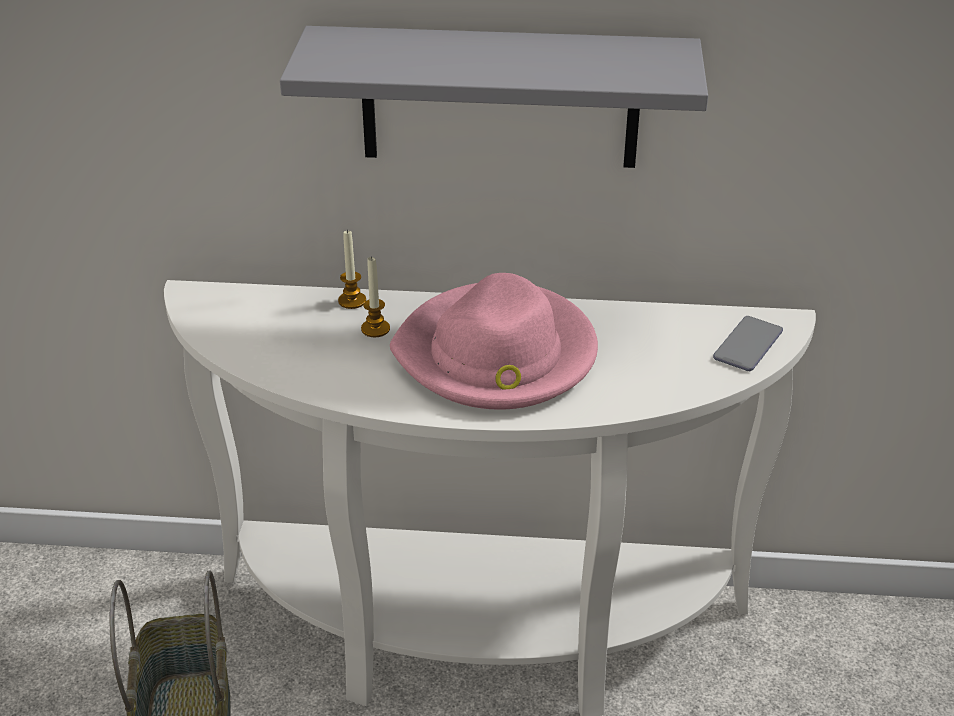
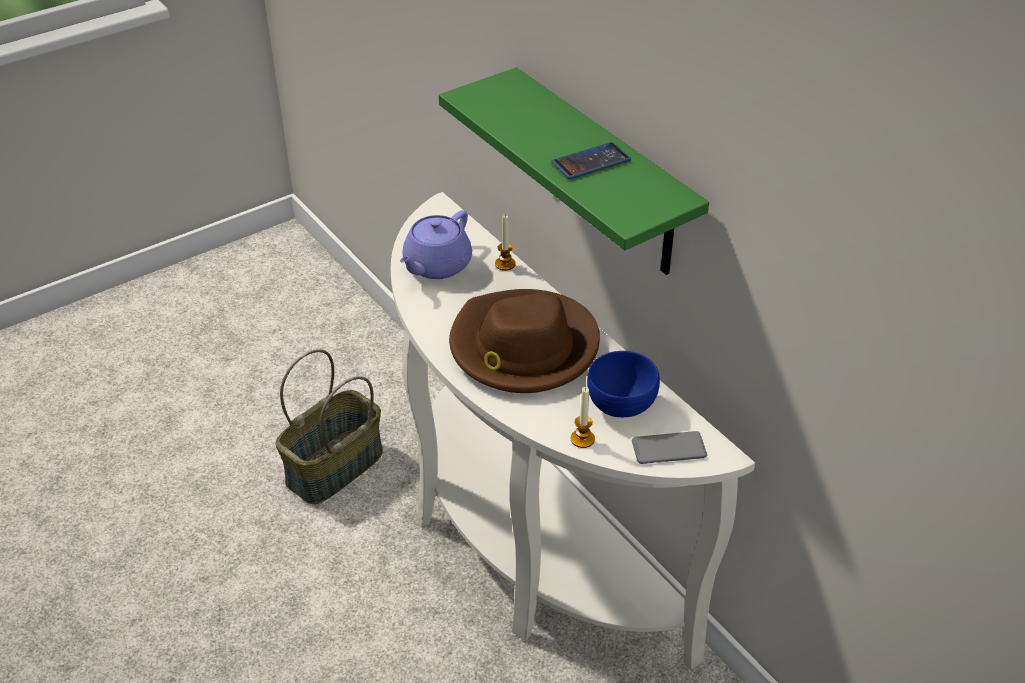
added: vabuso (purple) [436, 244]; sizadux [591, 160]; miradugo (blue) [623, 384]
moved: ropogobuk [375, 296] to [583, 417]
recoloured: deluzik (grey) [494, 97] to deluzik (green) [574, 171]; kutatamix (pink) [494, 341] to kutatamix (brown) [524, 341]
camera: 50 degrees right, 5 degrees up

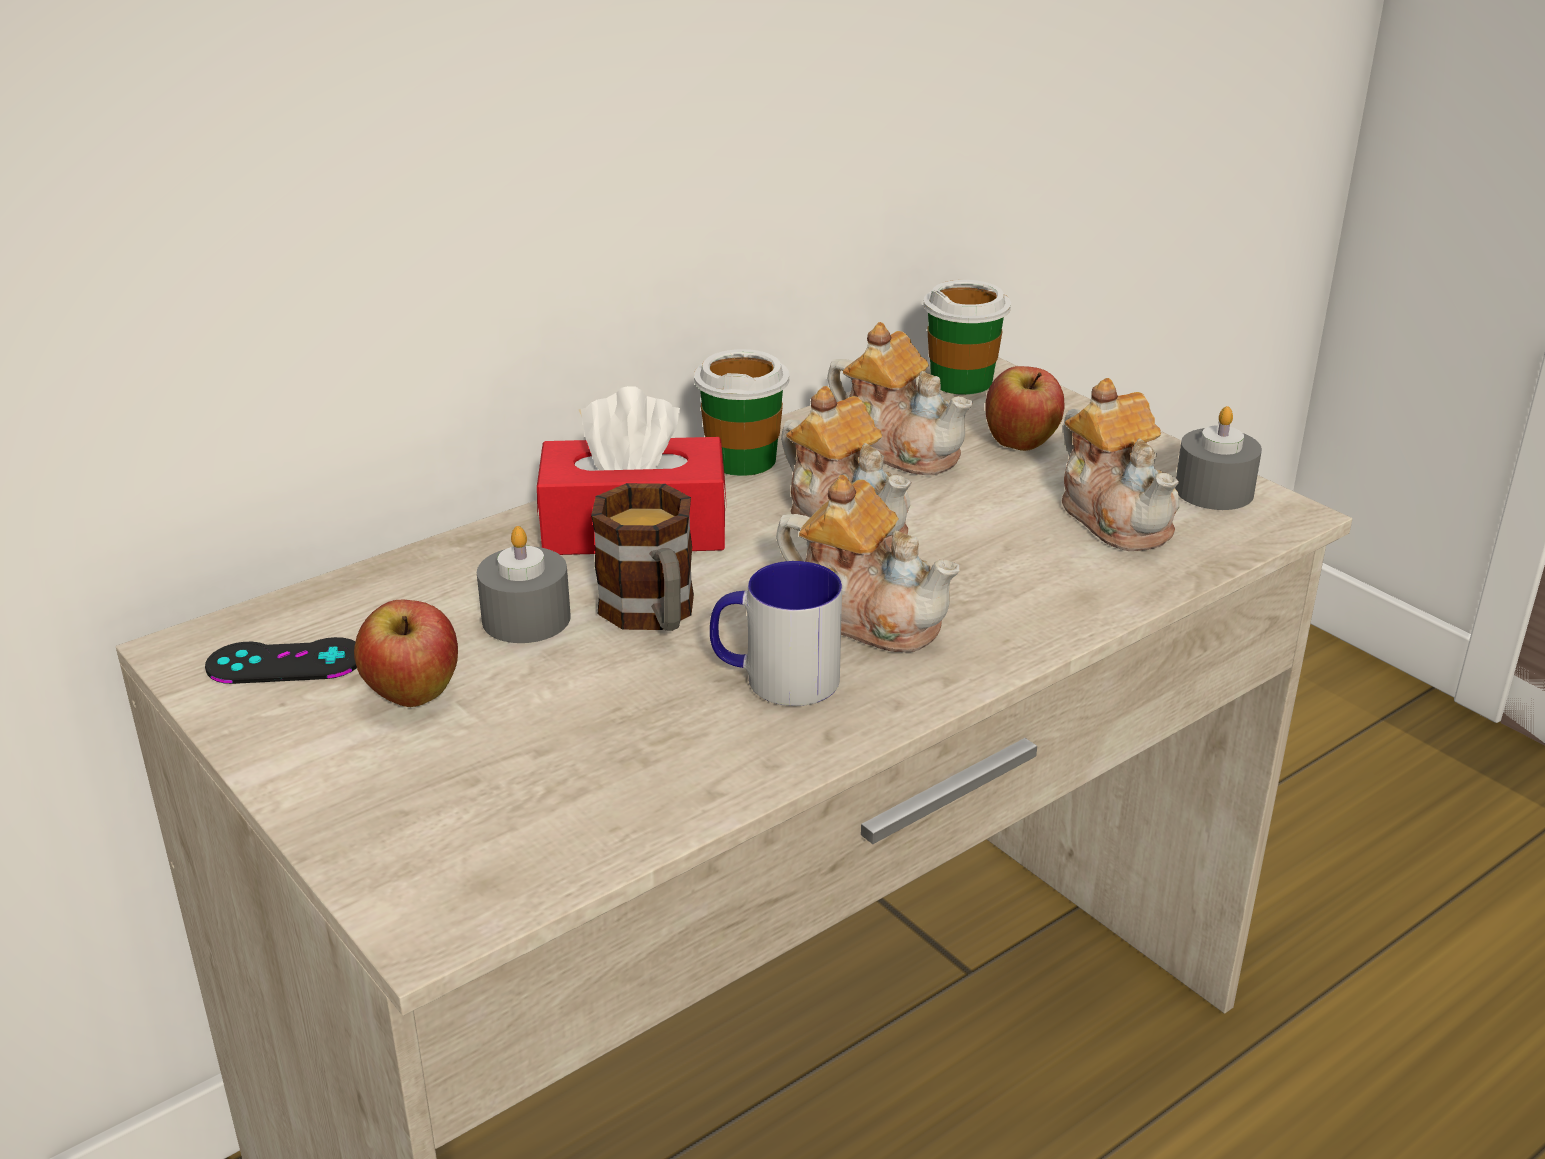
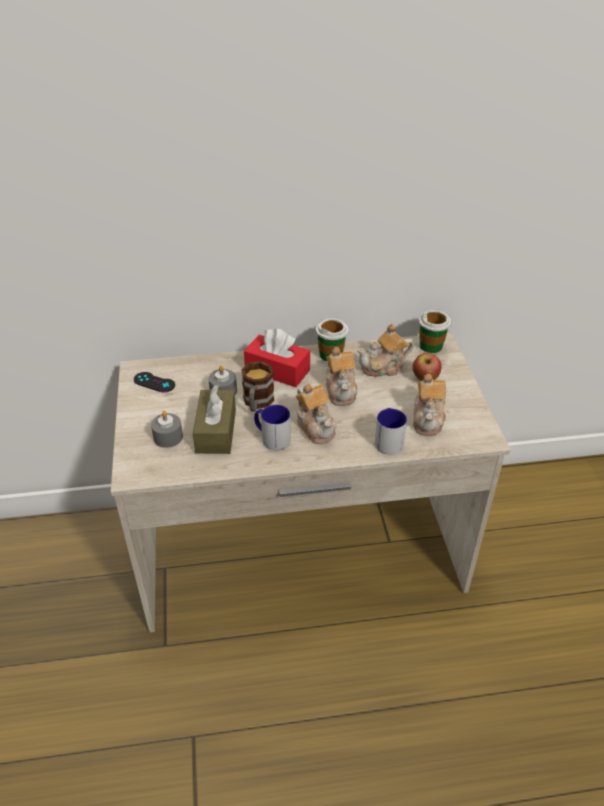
removed: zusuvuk [406, 653]
added: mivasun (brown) [214, 419]; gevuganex [391, 431]
moved: ropogobuk (grey) [1218, 458] to [167, 429]
turned: vabuso [900, 398] = [385, 350] 90 degrees clockwise
camera: 30 degrees right, 10 degrees up

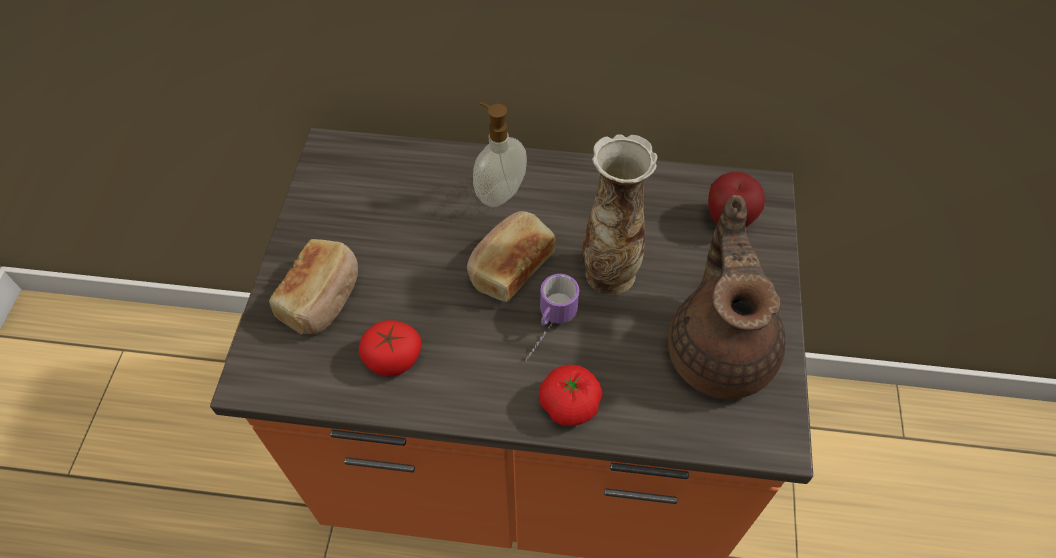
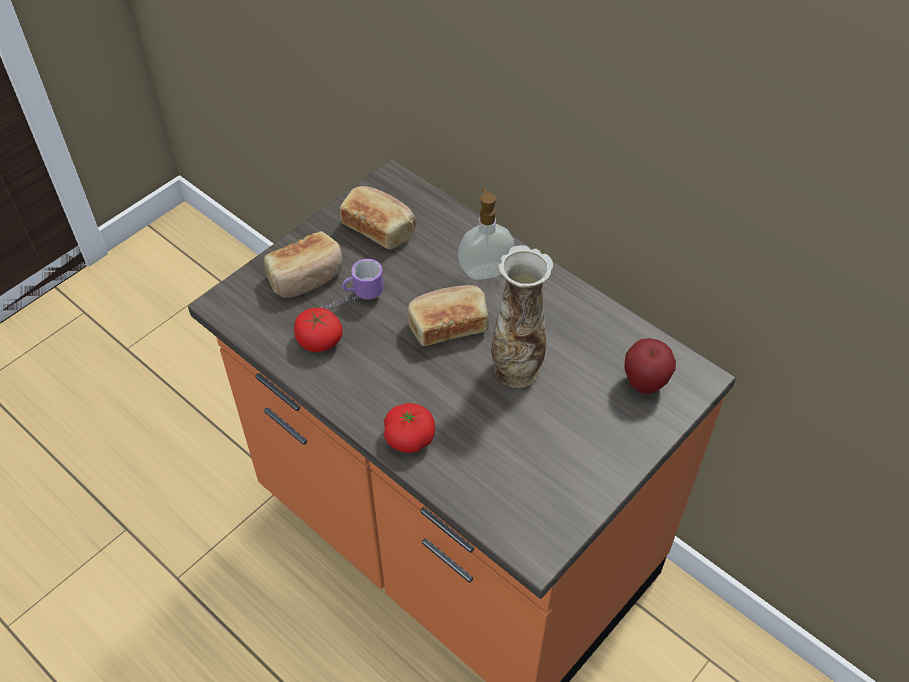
removed: vabuso (brown) [726, 297]
added: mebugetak [378, 218]
moved: gevuganex [552, 318] to [352, 283]
camera: 35 degrees right, 5 degrees down

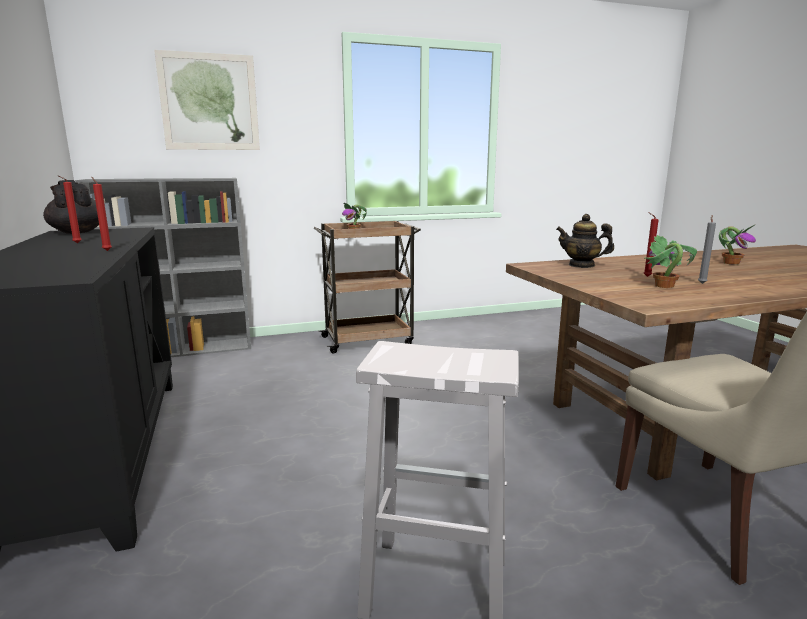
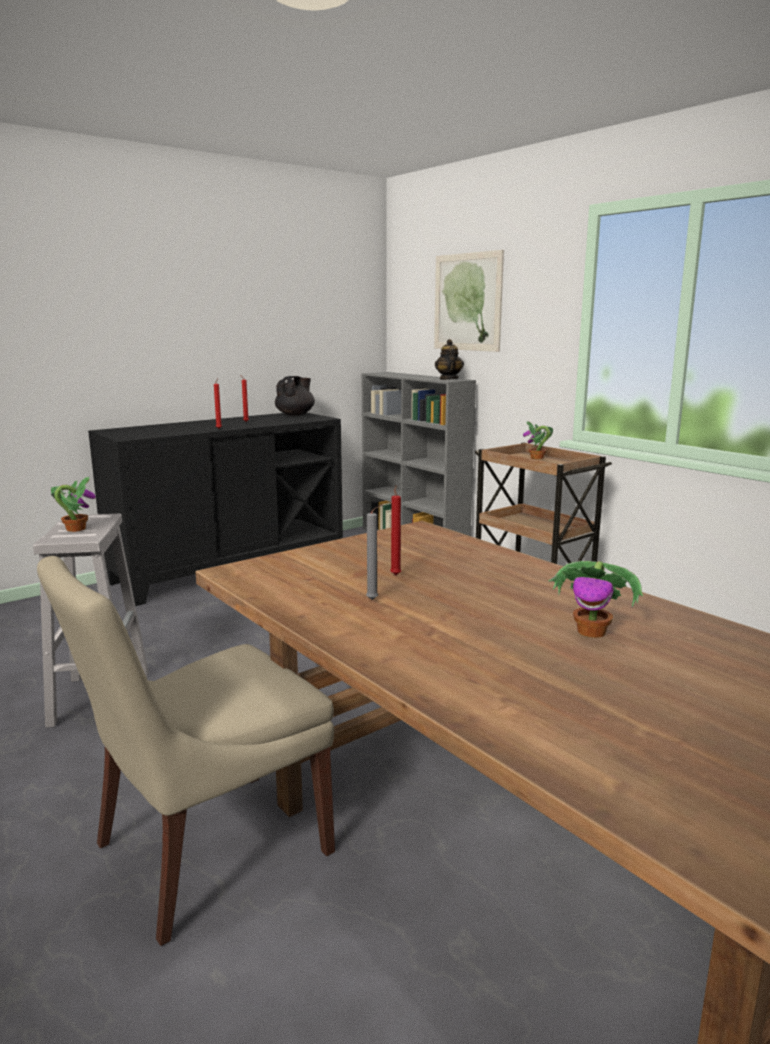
moved: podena [671, 261] to [73, 504]; vabuso [585, 241] to [449, 359]
camera: 70 degrees right, 0 degrees up

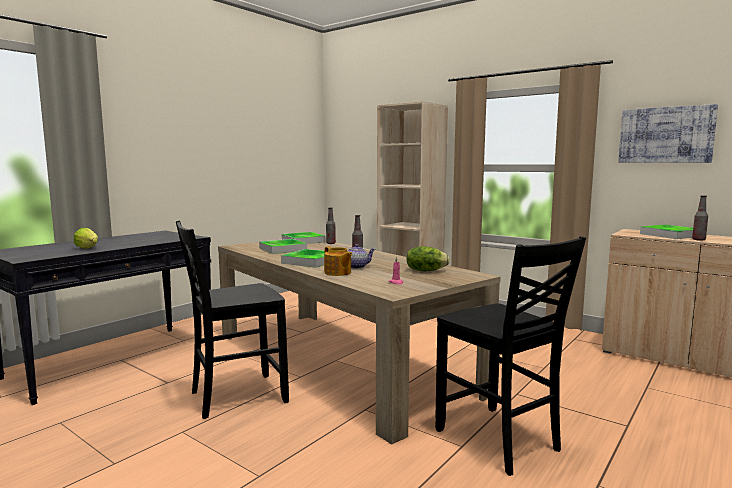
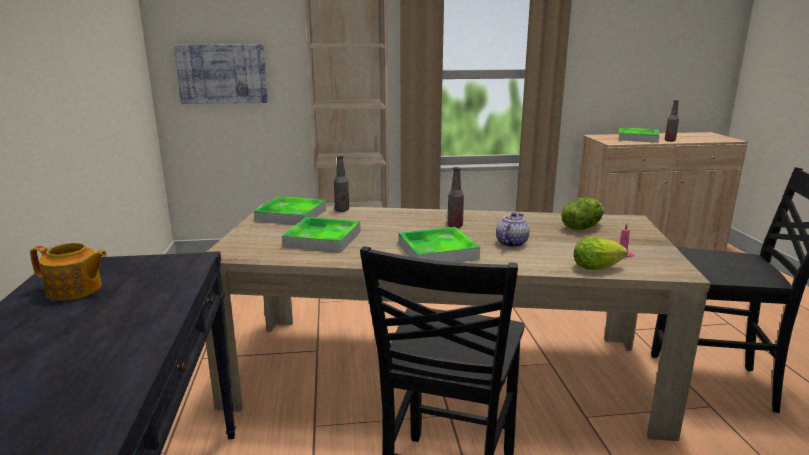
moved: vabuso [338, 261] to [68, 272]; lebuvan [668, 133] to [220, 74]; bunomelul [86, 238] to [600, 253]
camera: 45 degrees left, 10 degrees up

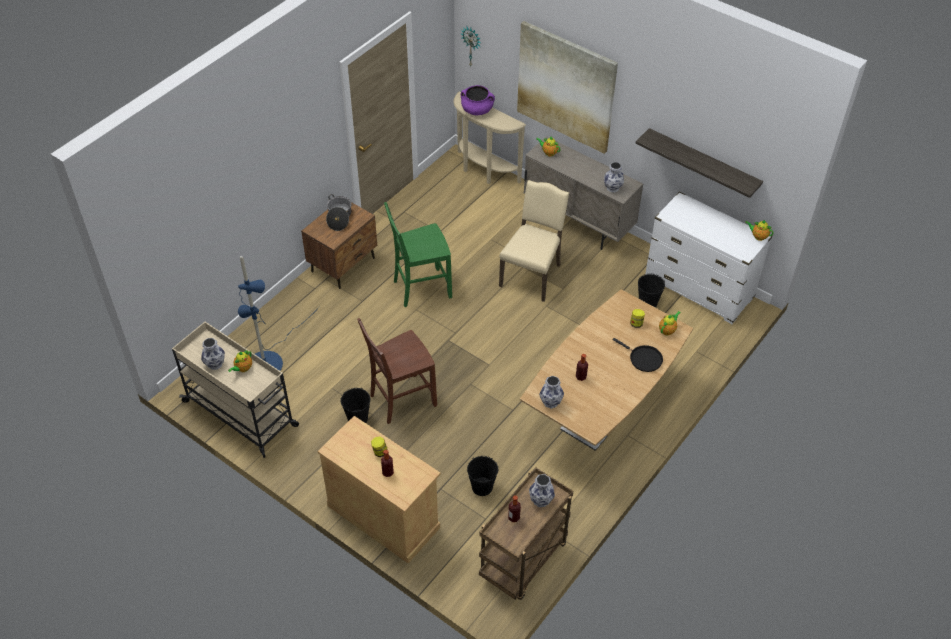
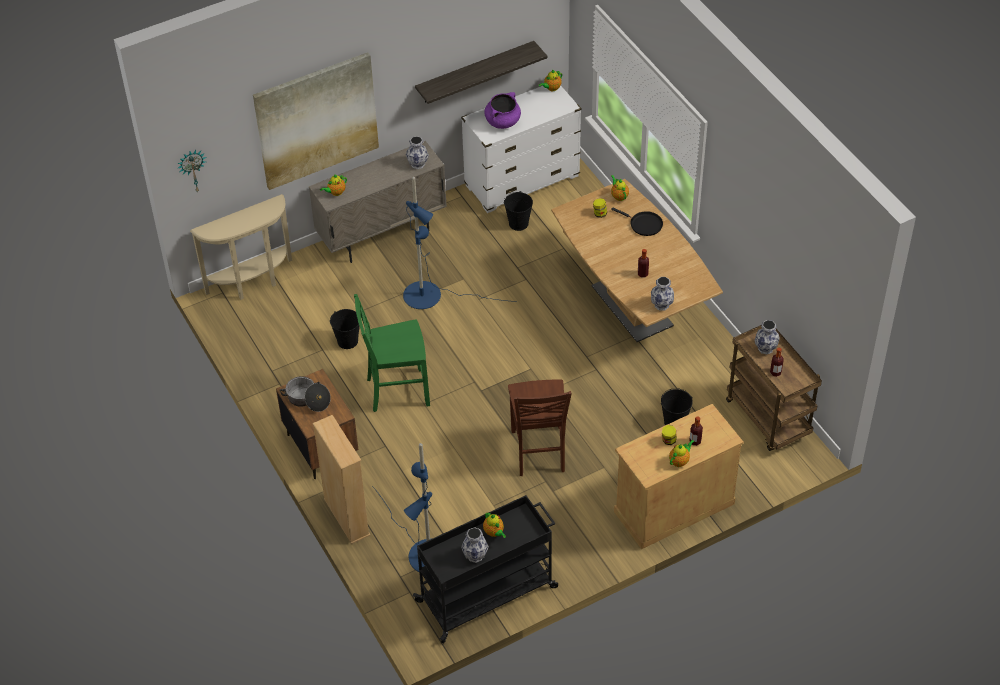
added: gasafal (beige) [342, 479]; vabuso [681, 453]
moved: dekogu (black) [355, 405] to [345, 329]; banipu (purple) [478, 100] to [502, 110]
replaced: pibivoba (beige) [534, 241] to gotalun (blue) [455, 243]
recoloured: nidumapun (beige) [235, 390] to nidumapun (black) [485, 569]
turned: pibivoba (green) [418, 254] = [392, 353] 75 degrees clockwise; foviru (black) [637, 355] = [637, 222] 60 degrees clockwise
camera: 65 degrees left, 0 degrees up

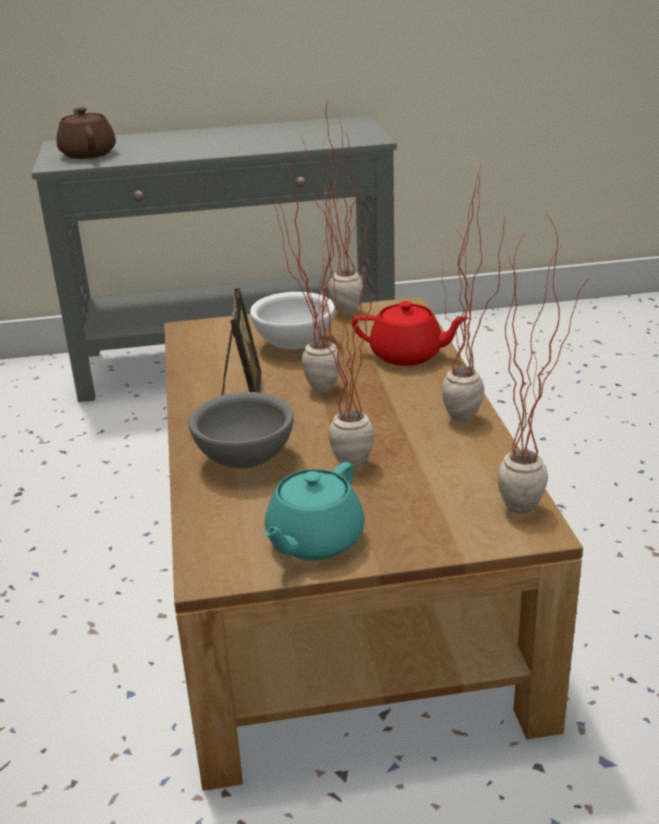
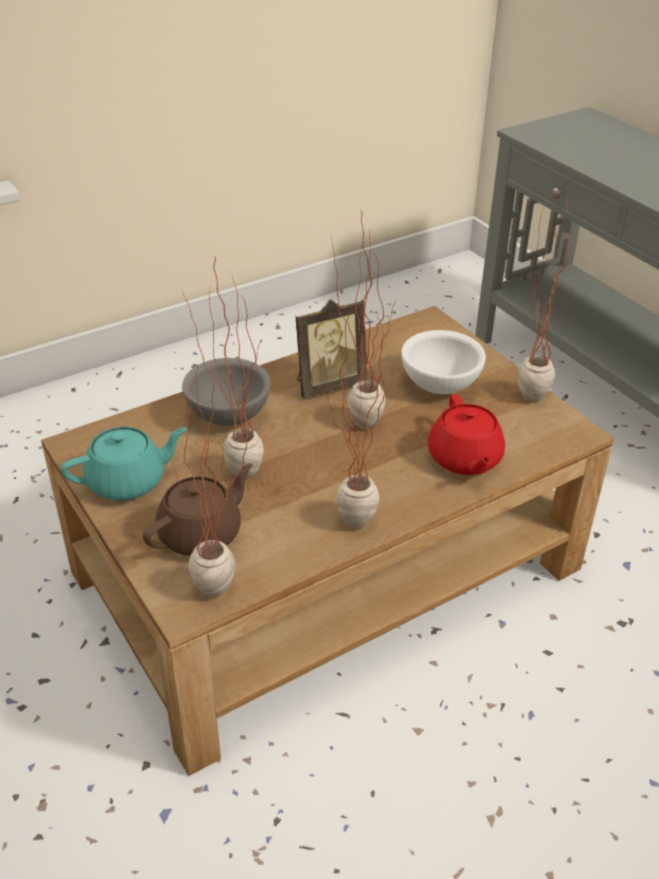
moved: vabuso (brown) [86, 133] to [197, 509]
turned: vabuso (turquoise) [314, 511] = [124, 464] 150 degrees clockwise
camera: 65 degrees right, 10 degrees up

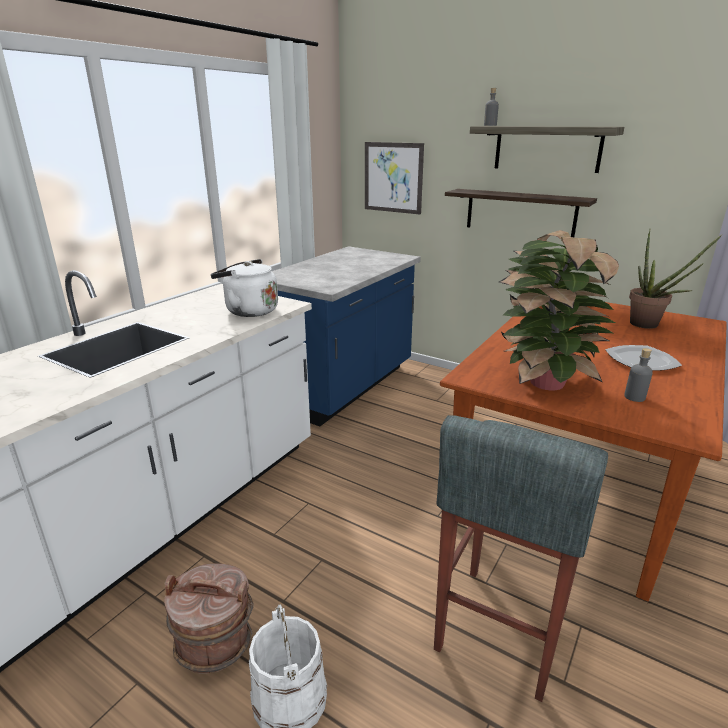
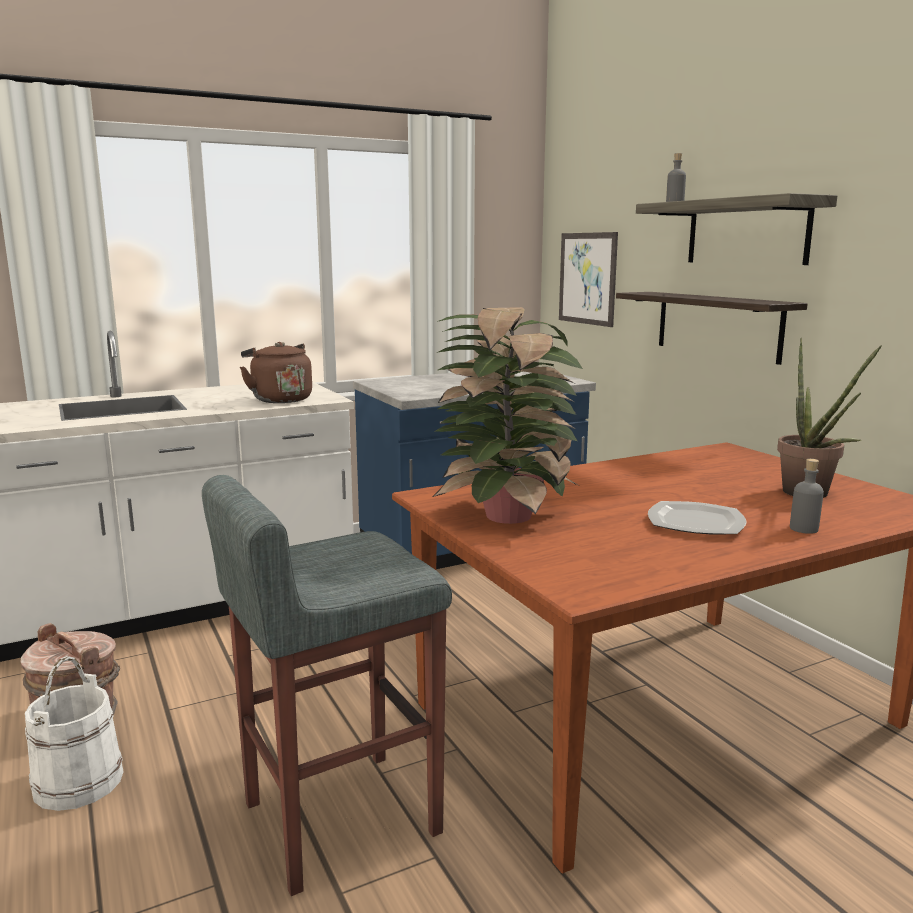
moved: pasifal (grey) [638, 375] to [807, 496]
recoloured: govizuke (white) [244, 288] to govizuke (brown) [276, 372]
camera: 30 degrees right, 10 degrees down

